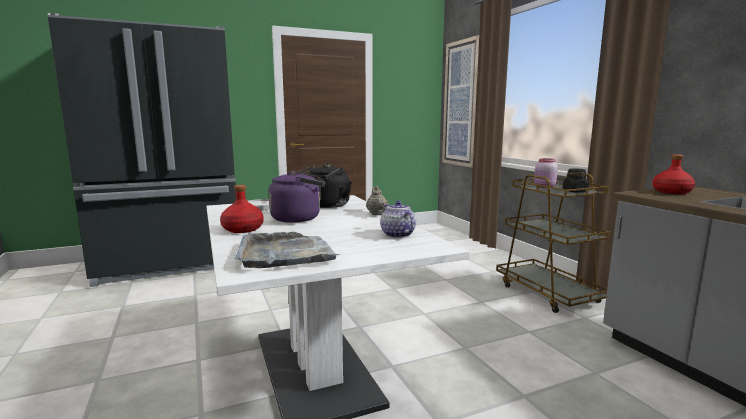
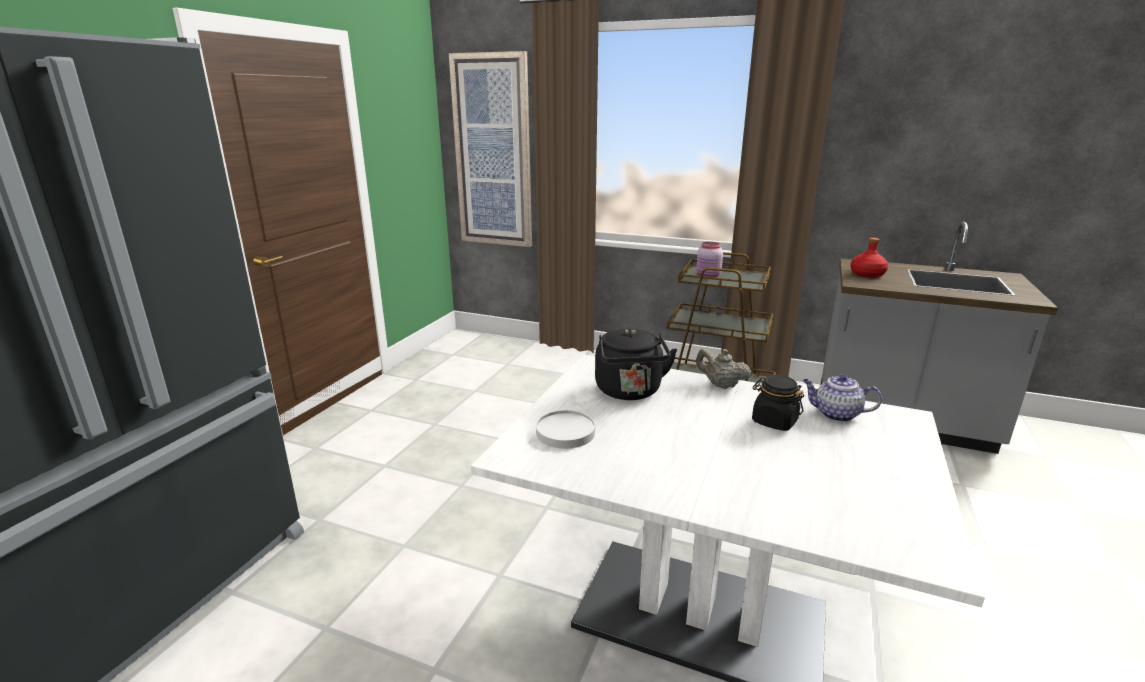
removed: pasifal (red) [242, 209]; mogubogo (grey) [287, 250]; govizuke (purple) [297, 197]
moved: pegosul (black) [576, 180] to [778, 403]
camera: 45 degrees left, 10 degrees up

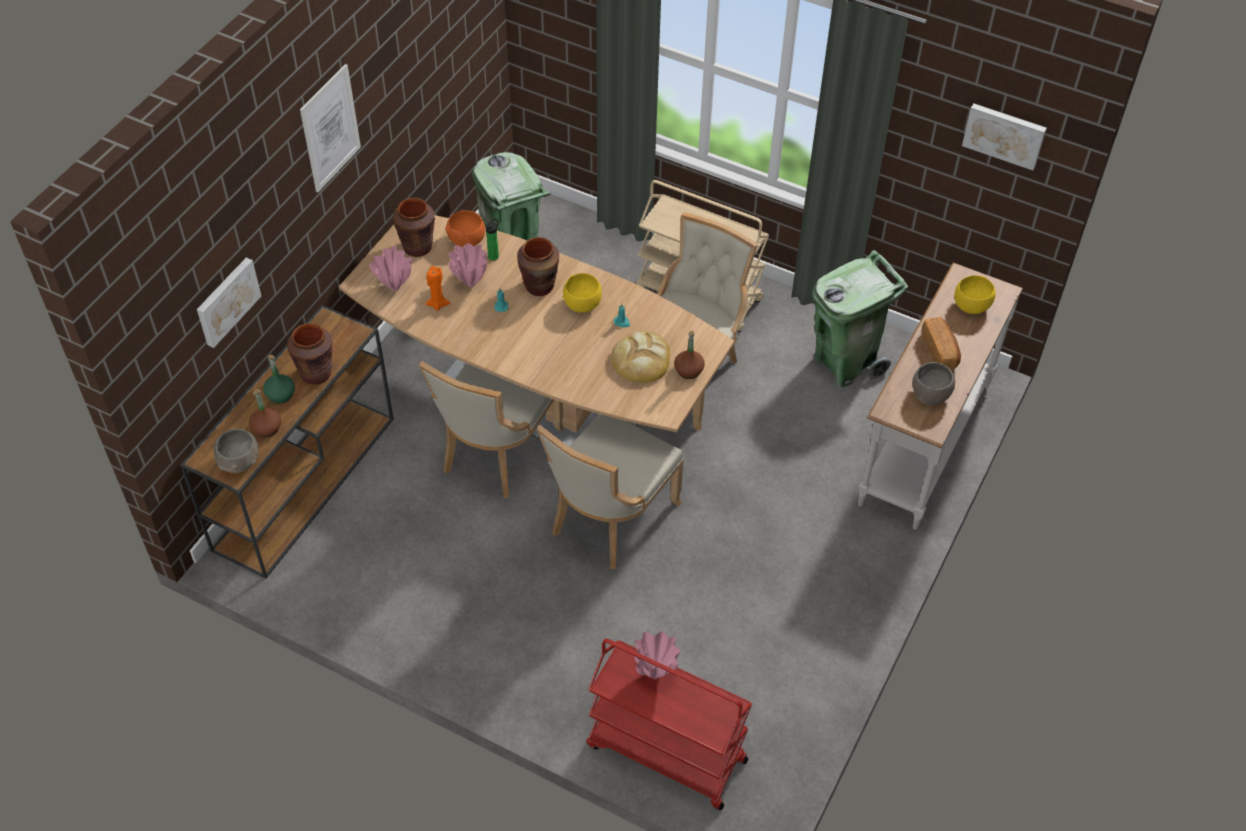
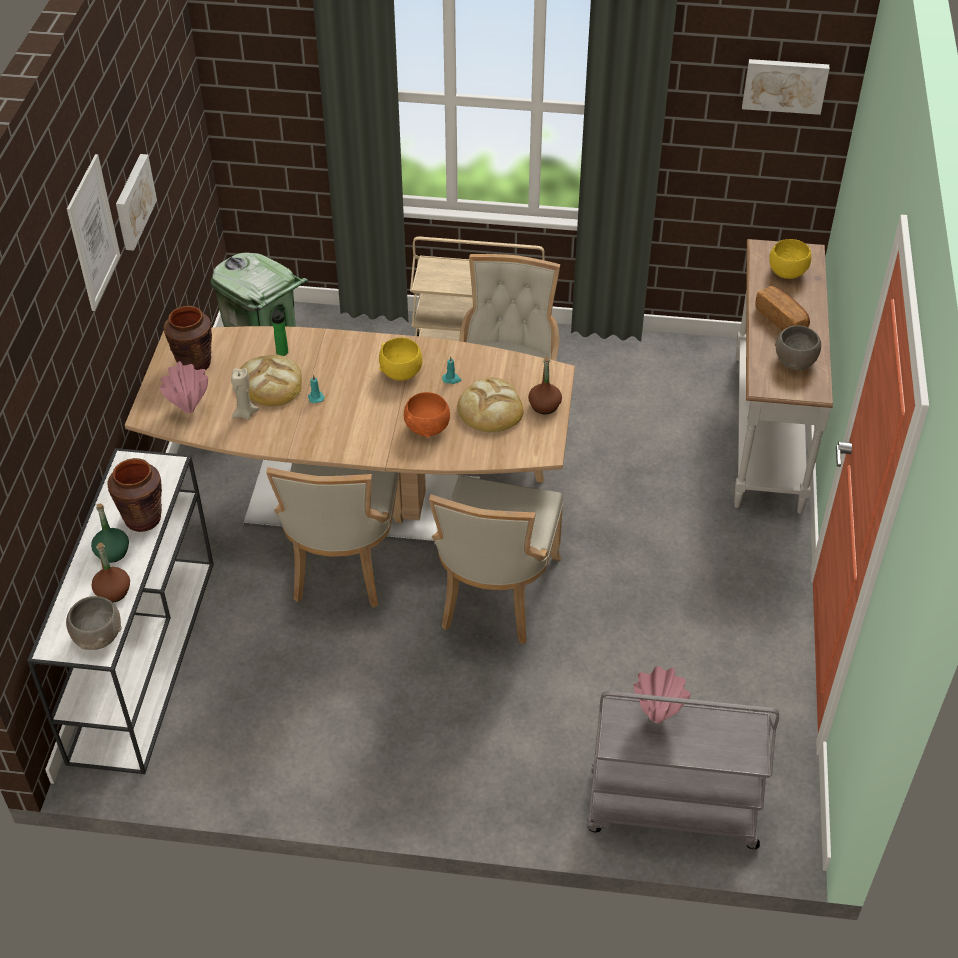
removed: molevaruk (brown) [538, 266]; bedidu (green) [860, 319]
moved: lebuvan [229, 303] to [136, 202]; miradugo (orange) [465, 228] to [427, 415]
replaced: molevaruk (pink) [467, 265] to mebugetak [271, 380]
recoloured: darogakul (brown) [286, 441] to darogakul (white) [120, 611]; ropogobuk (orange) [437, 288] to ropogobuk (beige) [245, 394]; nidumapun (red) [669, 724] to nidumapun (grey) [683, 770]
camera: 20 degrees left, 5 degrees down

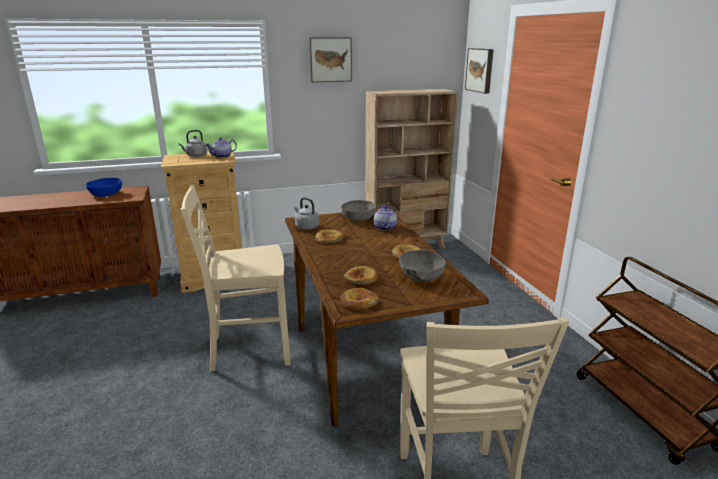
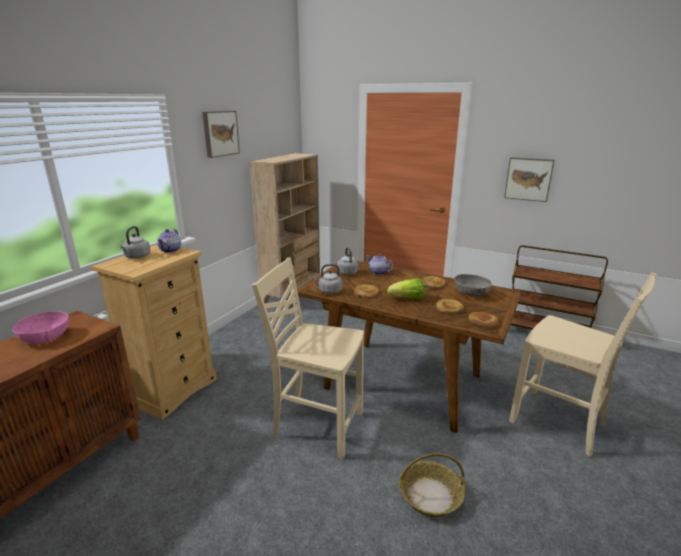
added: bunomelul [406, 288]; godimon [432, 485]
moved: lebuvan [479, 71] to [529, 179]
replaced: miradugo (grey) [359, 210] to govizuke (grey) [347, 261]
recoloured: miradugo (blue) [104, 187] to miradugo (pink) [40, 327]
turned: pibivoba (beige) [235, 278] = [308, 358] 75 degrees clockwise
camera: 45 degrees left, 0 degrees up

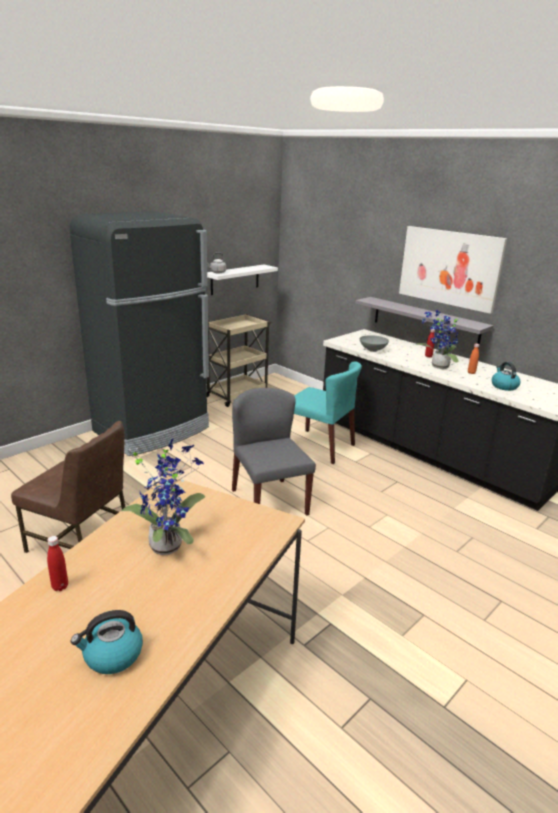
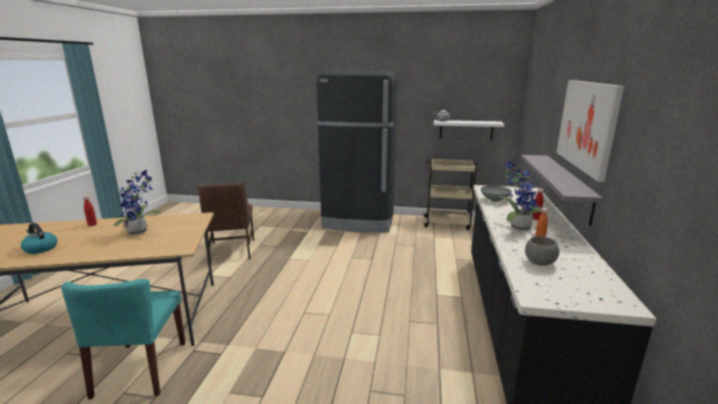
removed: pibivoba (grey) [274, 452]
moved: pibivoba (turquoise) [328, 412] to [123, 339]
replaced: govizuke [506, 376] to miradugo (grey) [542, 251]
camera: 55 degrees right, 5 degrees down

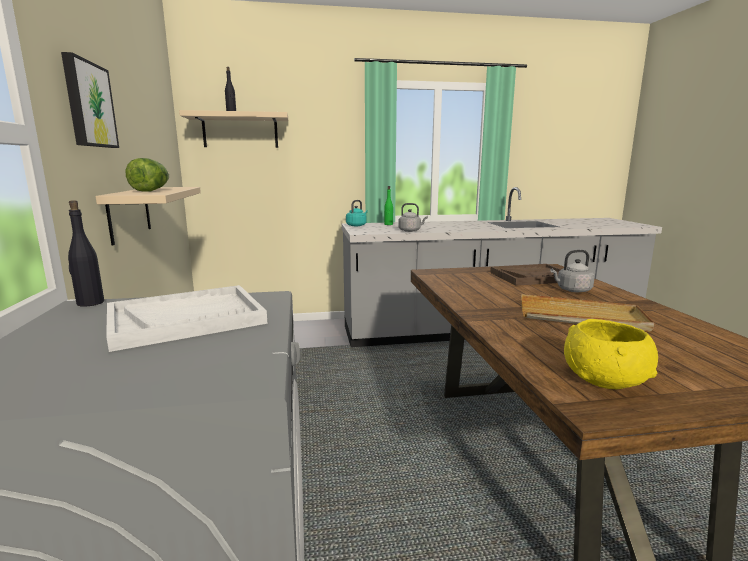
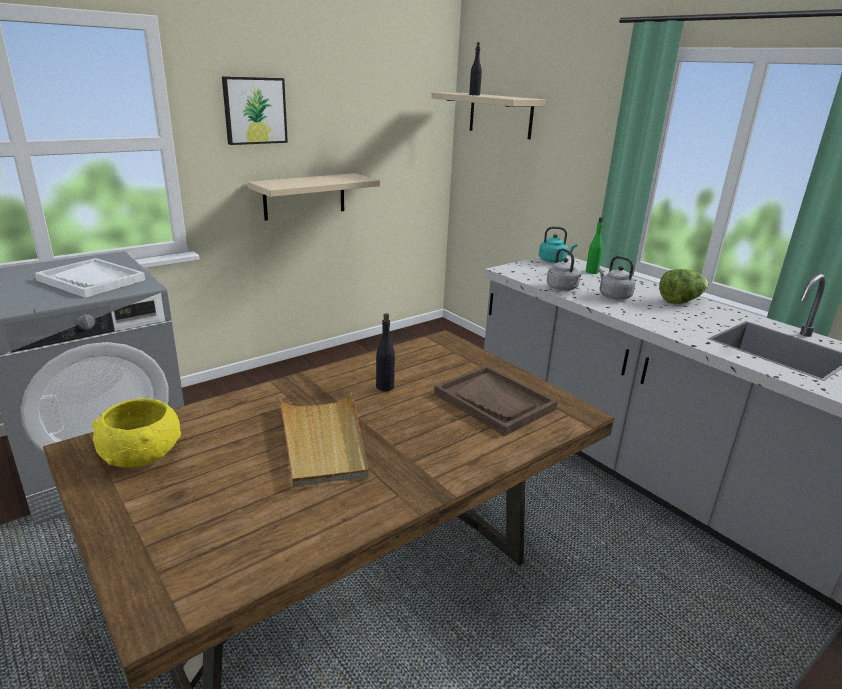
moved: pasifal (black) [86, 253] to [385, 352]; govizuke (grey) [572, 271] to [616, 278]; bunomelul [147, 175] to [683, 286]
camera: 60 degrees right, 10 degrees up

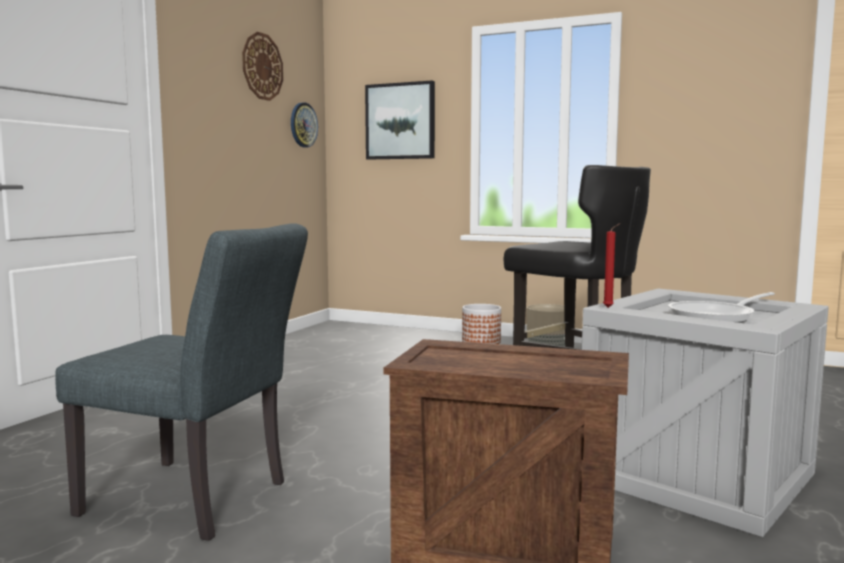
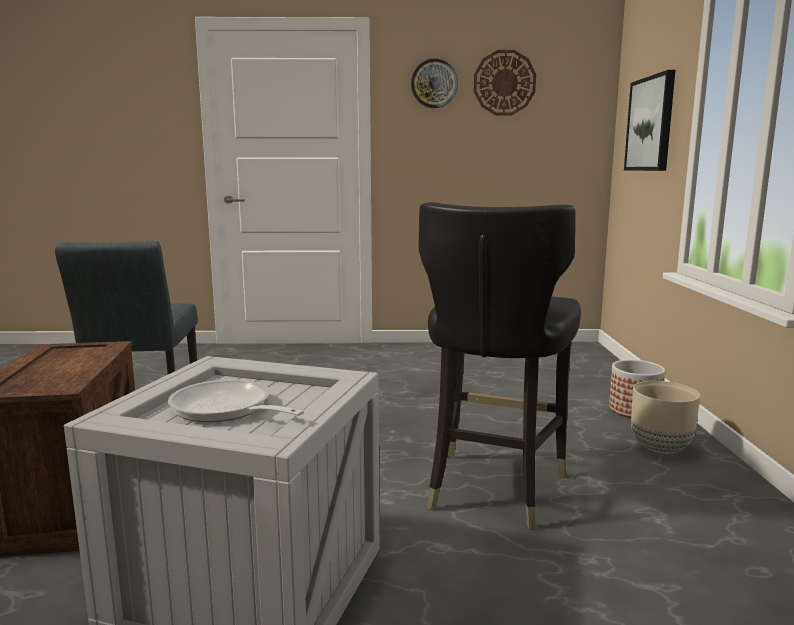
removed: ropogobuk (red) [611, 266]
moved: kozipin [304, 124] to [434, 83]
camera: 65 degrees right, 5 degrees up

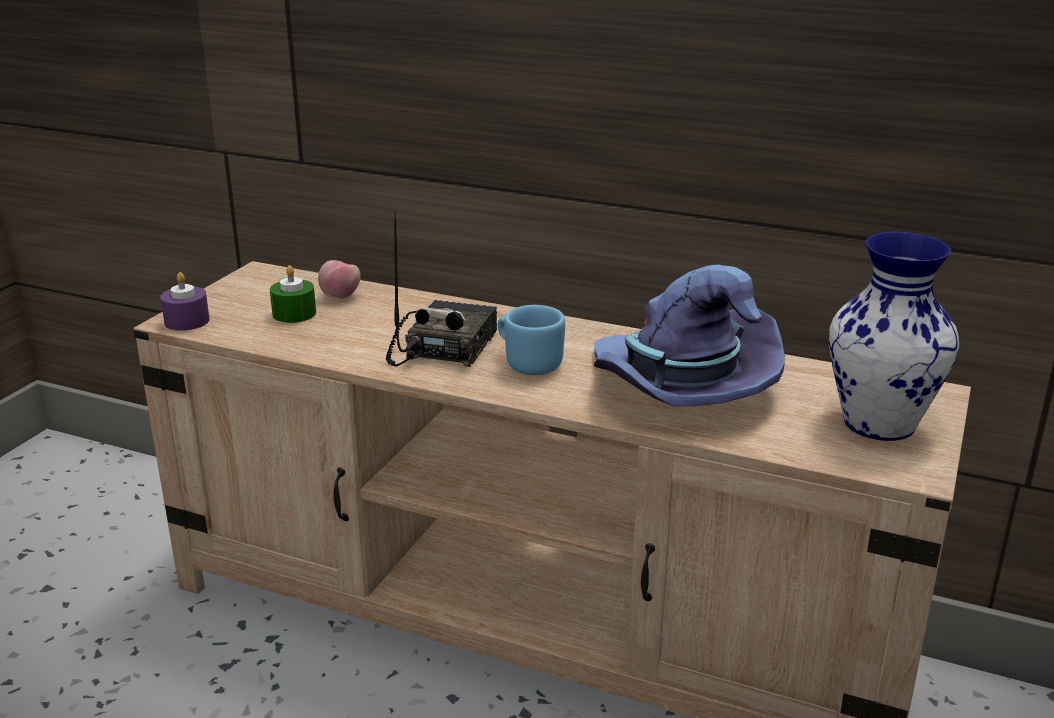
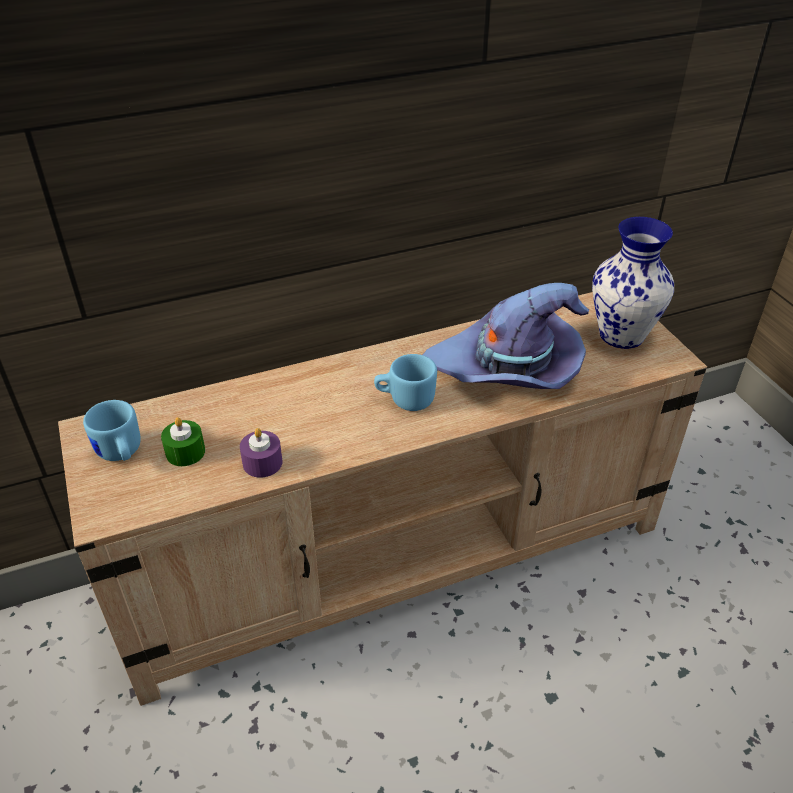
removed: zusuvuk [339, 279]; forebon [441, 289]
added: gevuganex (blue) [112, 430]
moved: ropogobuk (purple) [185, 301] to [261, 453]
camera: 45 degrees left, 15 degrees up

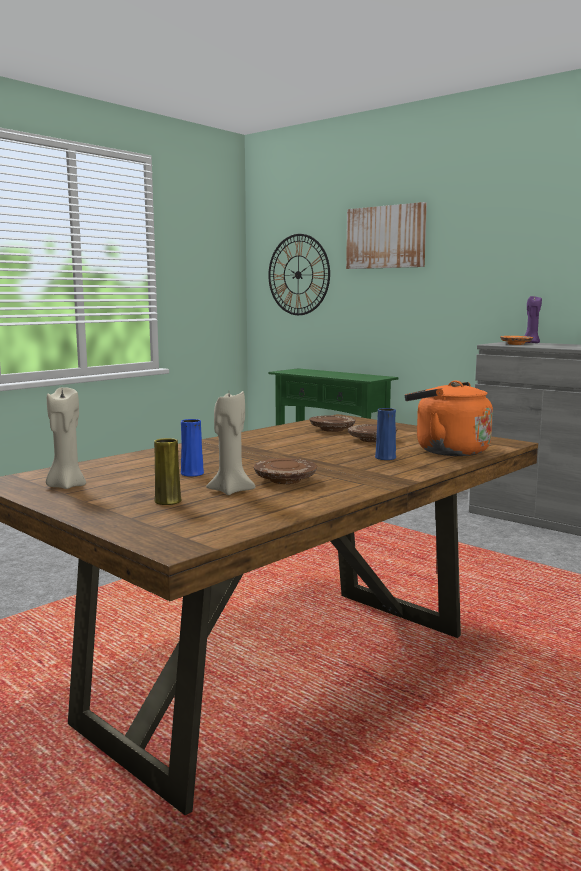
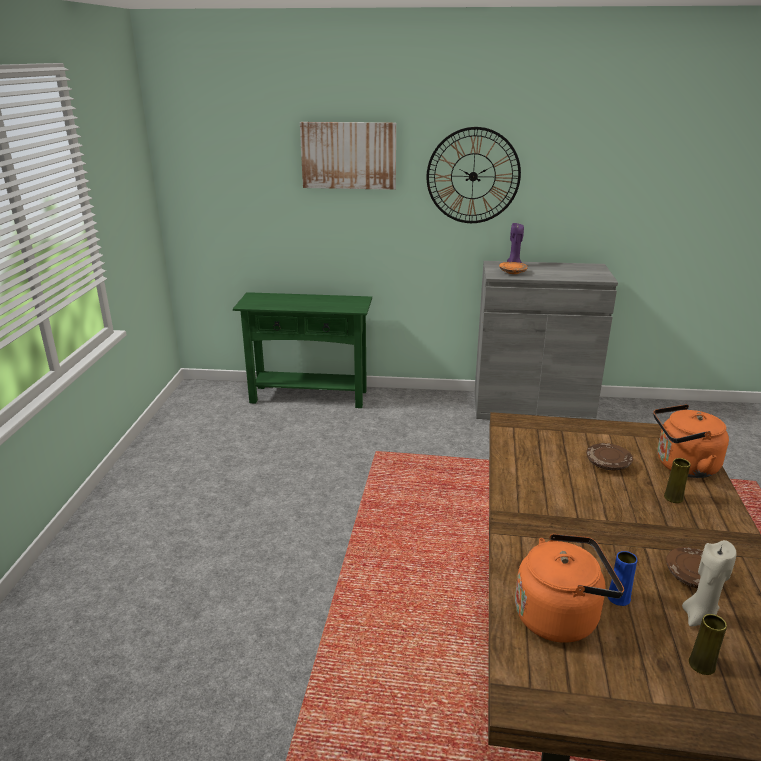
removed: ropogobuk (beige) [66, 438]; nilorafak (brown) [333, 424]
added: govizuke (orange) [569, 588]
moved: kozipin [299, 274] to [474, 175]
recoloured: molevaruk (blue) [385, 434] to molevaruk (yellow) [677, 480]
camera: 35 degrees left, 15 degrees up

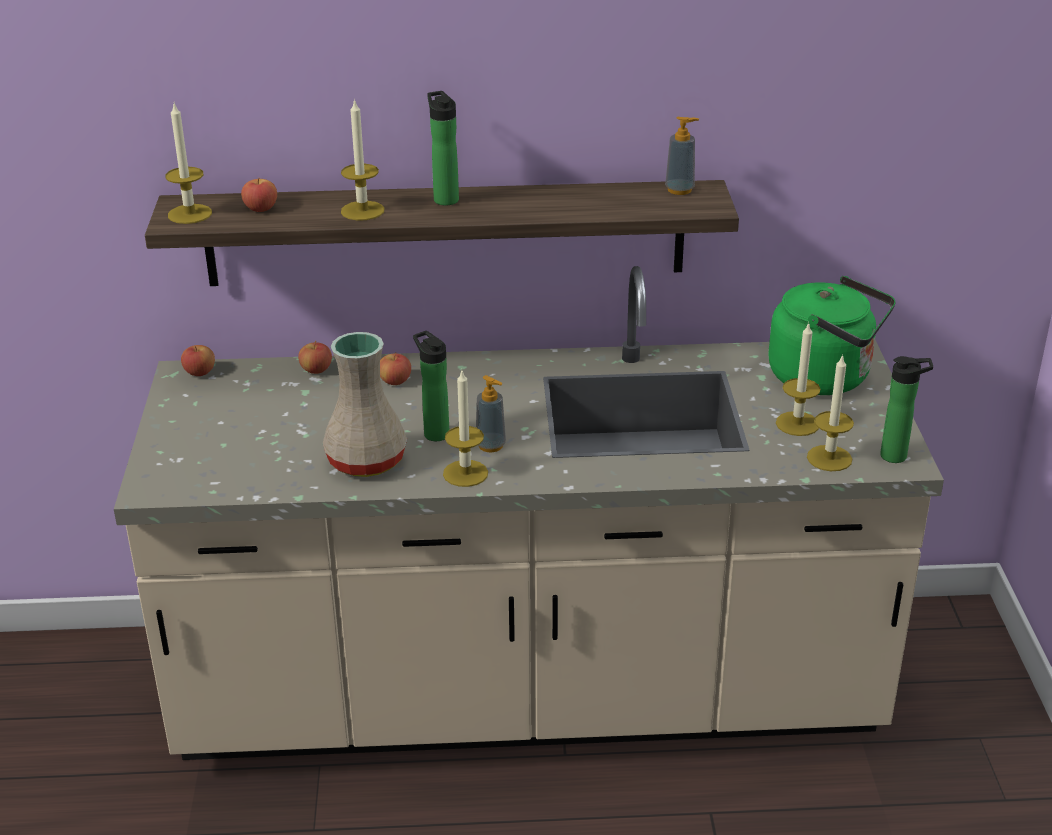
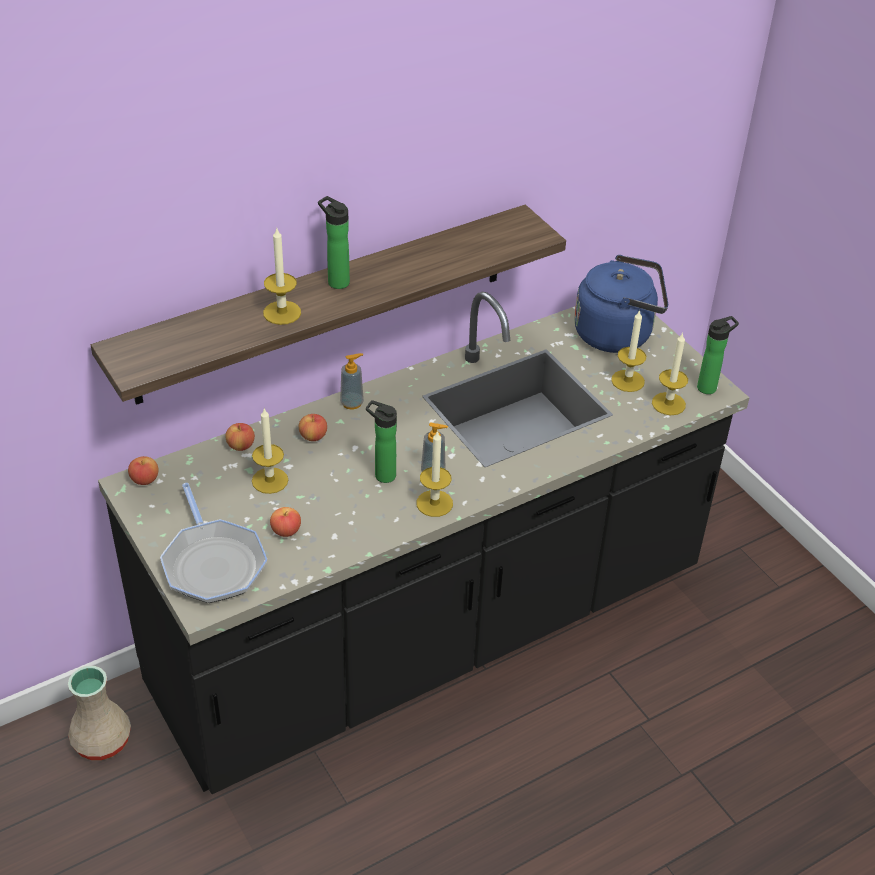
added: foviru [213, 543]
moved: molevaruk (beige) [365, 404] to [99, 713]; ropogobuk [188, 164] to [270, 451]; zusuvuk [259, 195] to [285, 522]; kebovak [682, 156] to [352, 381]
recoloured: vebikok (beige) [529, 513] to vebikok (black) [424, 543]; govizuke (green) [832, 335] to govizuke (blue) [621, 304]
camera: 30 degrees left, 10 degrees up

